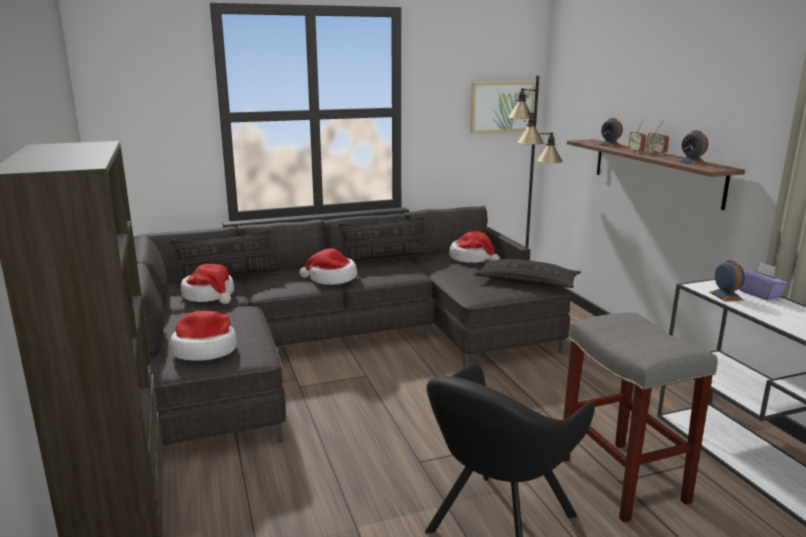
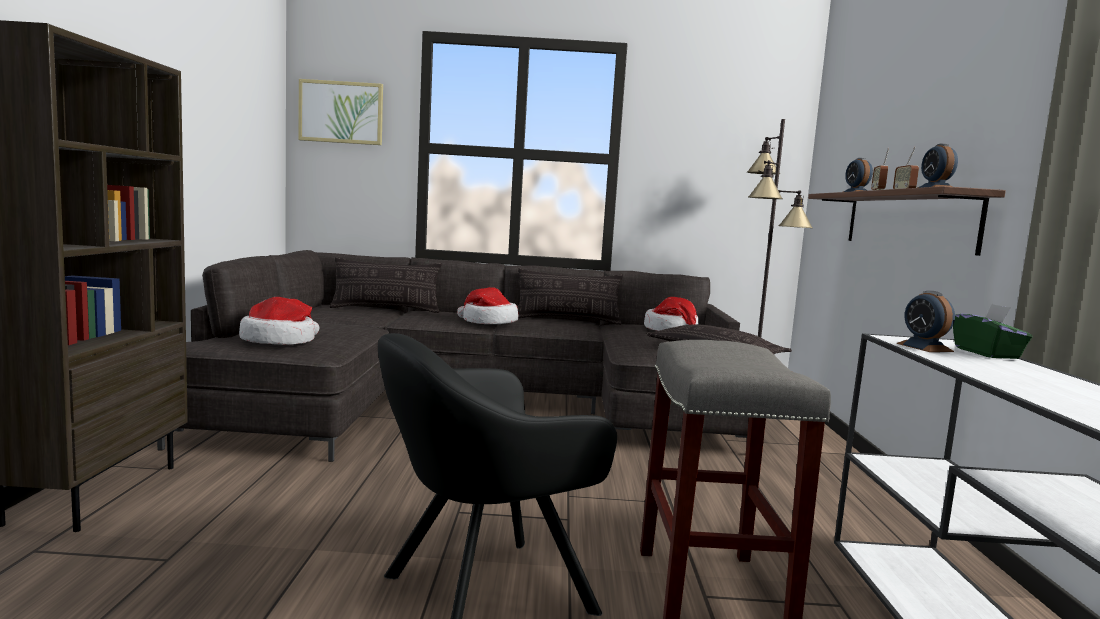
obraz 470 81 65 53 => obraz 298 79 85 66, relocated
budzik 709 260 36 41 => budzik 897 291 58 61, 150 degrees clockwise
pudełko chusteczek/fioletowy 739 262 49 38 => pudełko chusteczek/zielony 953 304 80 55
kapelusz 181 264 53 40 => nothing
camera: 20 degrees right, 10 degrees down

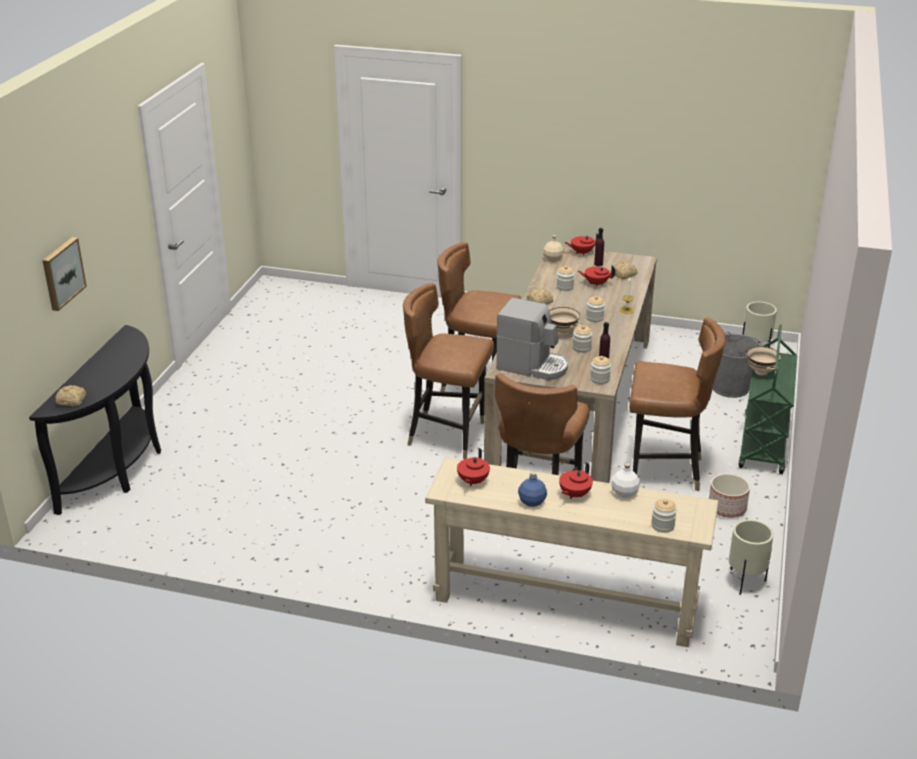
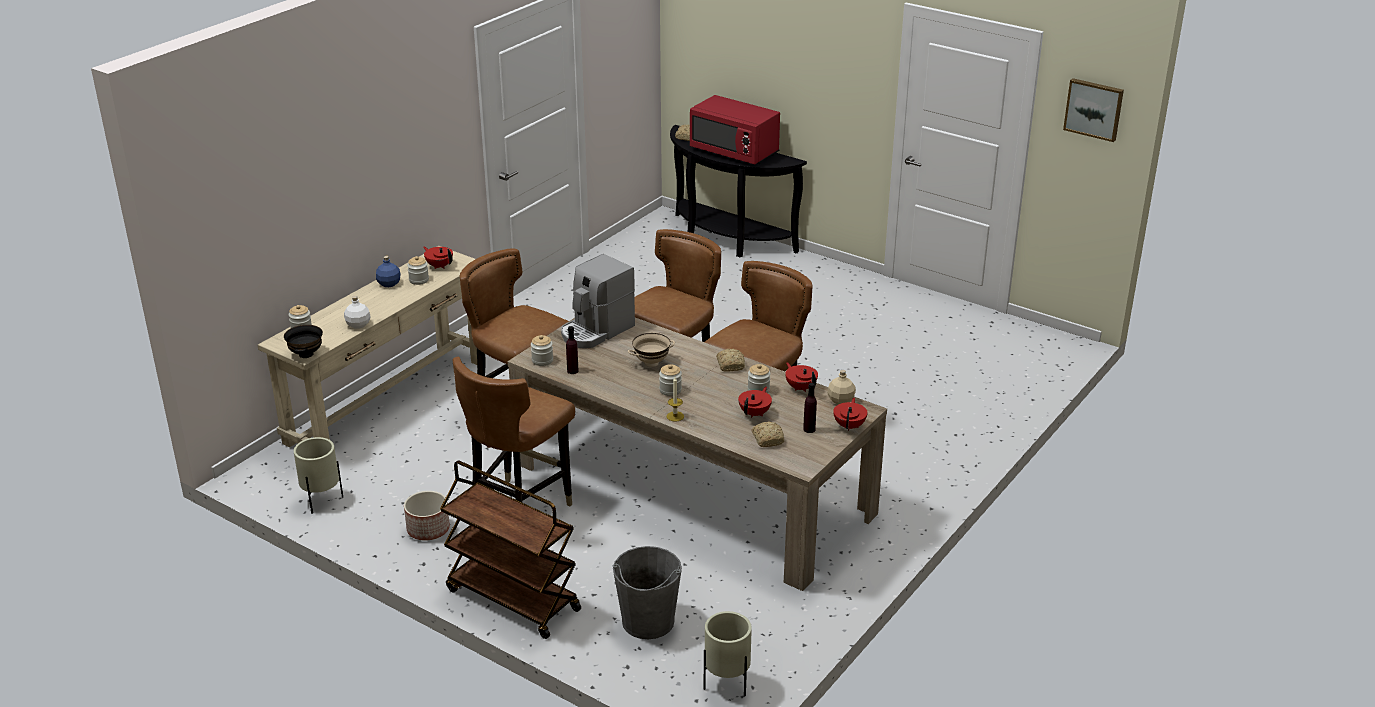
nothing => miska/czarny 284 325 39 33
słoik 573 325 20 28 => słoik 407 256 22 29, relocated
wózek/zielony 739 324 59 150 => wózek/brązowy 440 460 141 179
nothing => mikrofalówka/czerwony 690 95 90 69
imbryk/czerwony 559 462 34 37 => imbryk/czerwony 785 362 33 30, relocated
obraz 42 237 45 74 => obraz 1063 78 61 64, relocated
miska/beżowy 747 346 34 30 => nothing
camera: 110 degrees right, 0 degrees up

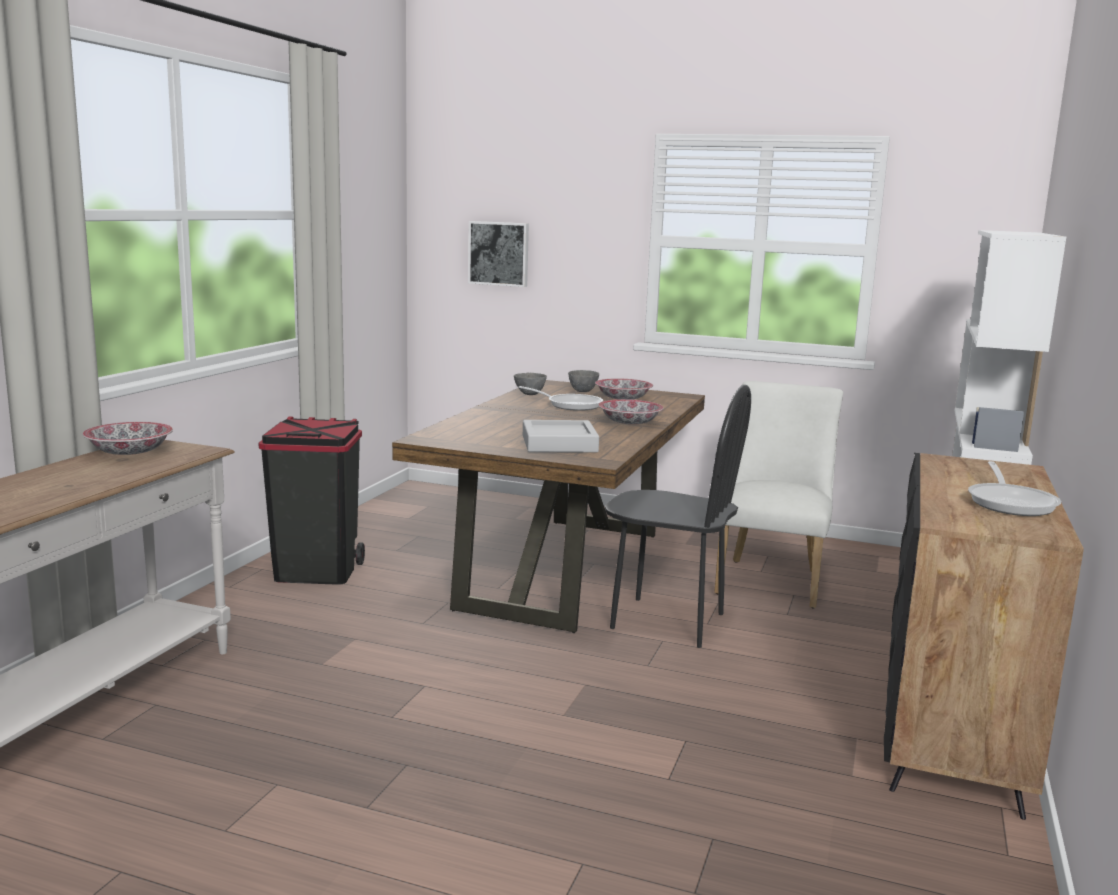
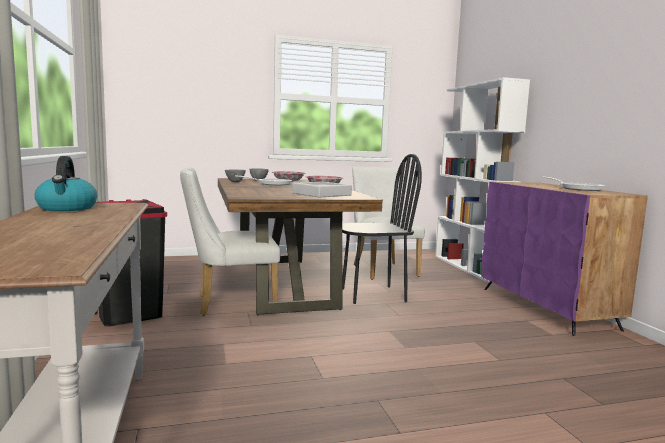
miska 82 422 91 33 => czajnik 35 156 62 55
nothing => krzesło/biały 180 167 101 149
szafka/czarny 884 453 200 367 => szafka/fioletowy 481 182 167 154
obraz 468 221 61 66 => nothing
camera: 35 degrees left, 5 degrees down

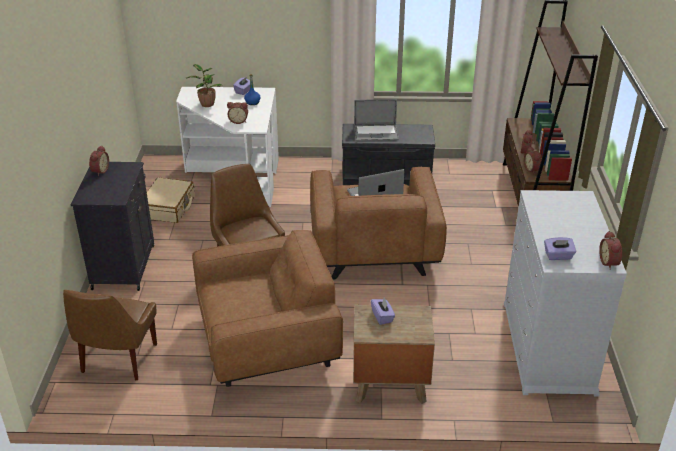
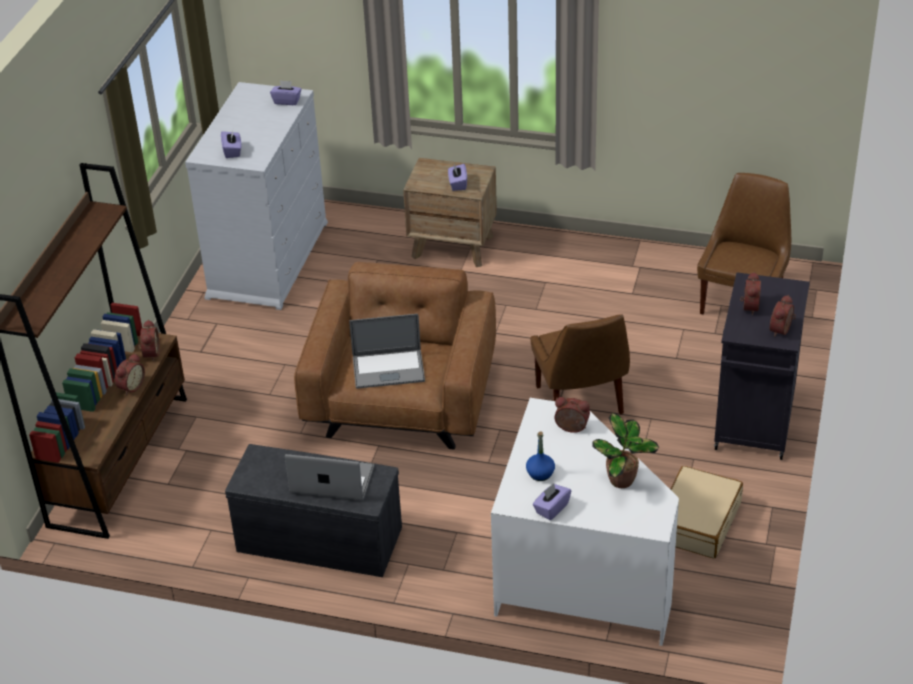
nothing => pudełko chusteczek/fioletowy 221 131 20 27
budzik 599 231 23 39 => budzik 740 272 21 43, relocated
fotel/brązowy 192 230 151 157 => nothing
camera: 165 degrees left, 5 degrees up

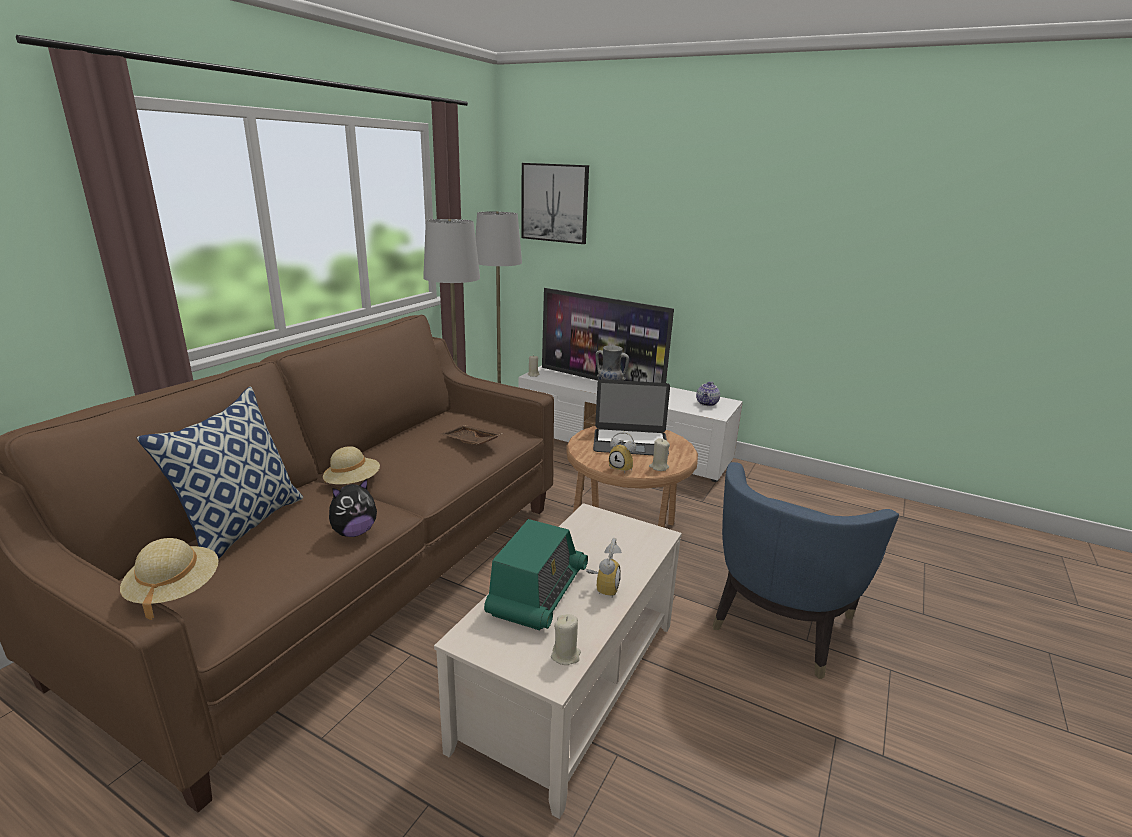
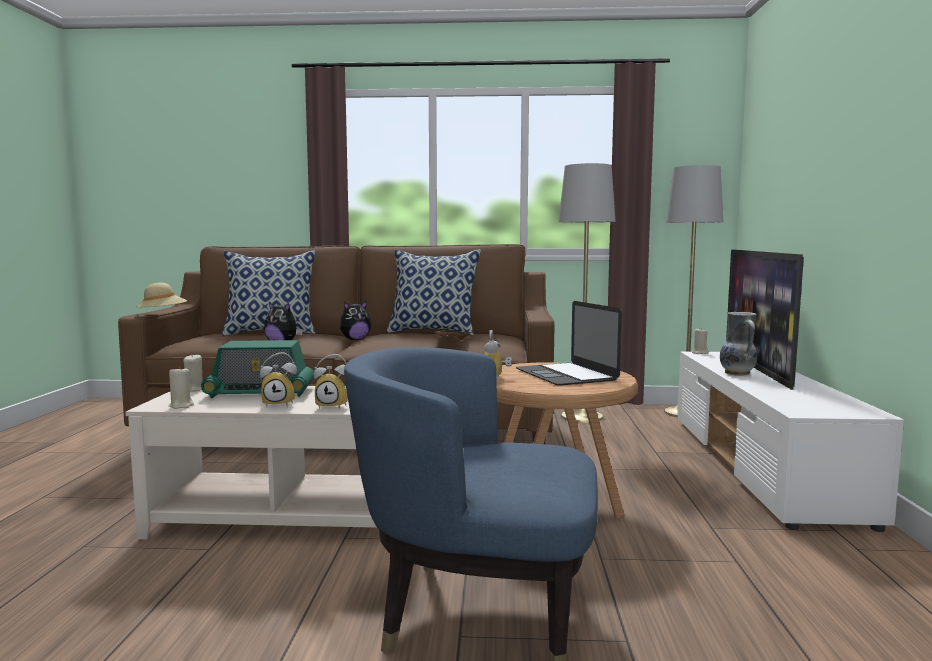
świeca/beżowy 649 438 21 33 => świeca/beżowy 183 355 20 37, relocated
nothing => budzik 314 354 34 55
kapelusz/beżowy 323 446 57 38 => pluszak 340 301 31 39
nothing => poduszka 387 249 94 86
obraz 521 163 68 81 => nothing
imbryk 696 382 24 24 => nothing
camera: 65 degrees right, 15 degrees down

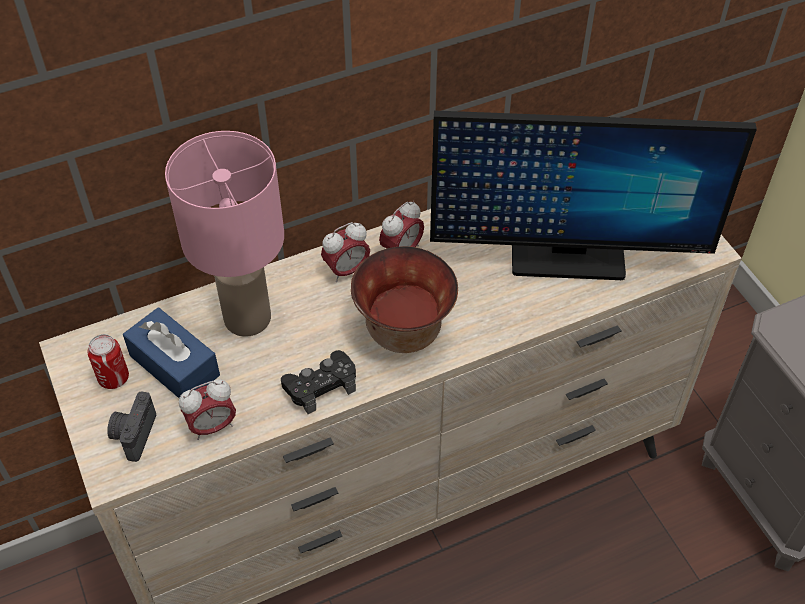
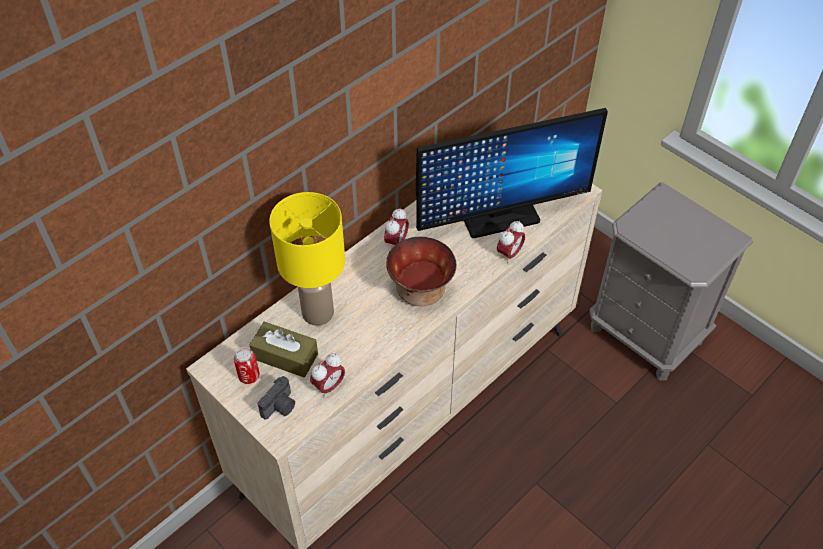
pudełko chusteczek/niebieski 123 307 97 91 => pudełko chusteczek/brązowy 249 321 69 56
aparat fotograficzny 107 391 49 71 => aparat fotograficzny 258 376 37 44, 135 degrees counterclockwise
lampa stołowa/różowy 165 131 119 206 => lampa stołowa/żółty 269 192 76 134
budzik 321 222 49 60 => budzik 497 221 28 42, relocated
pad do gier/czarny 281 350 75 64 => nothing
camera: 20 degrees left, 0 degrees up

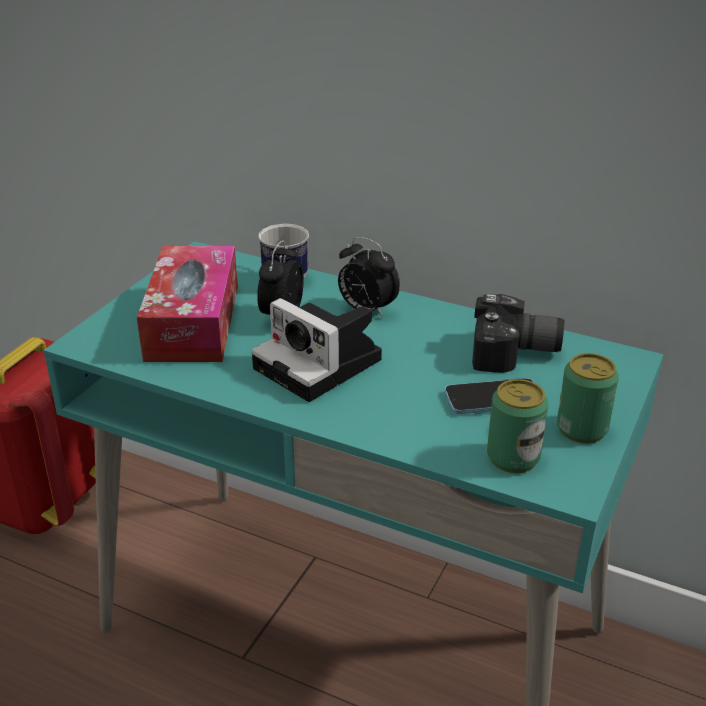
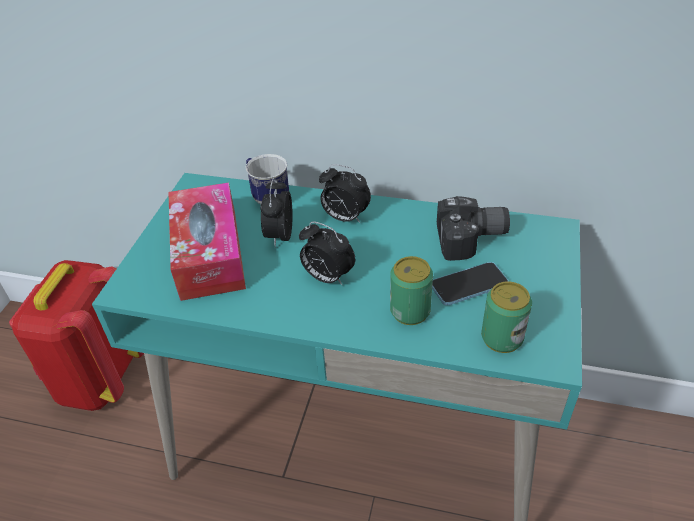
aparat fotograficzny 251 298 131 104 => budzik 299 221 56 65
puszka 557 353 62 91 => puszka 390 256 43 69, relocated
camera: 10 degrees left, 10 degrees up

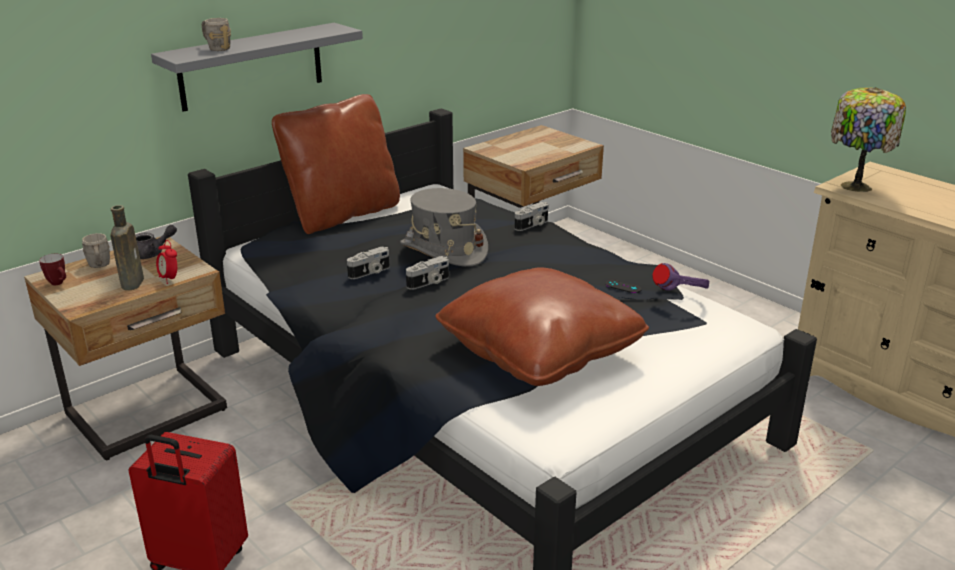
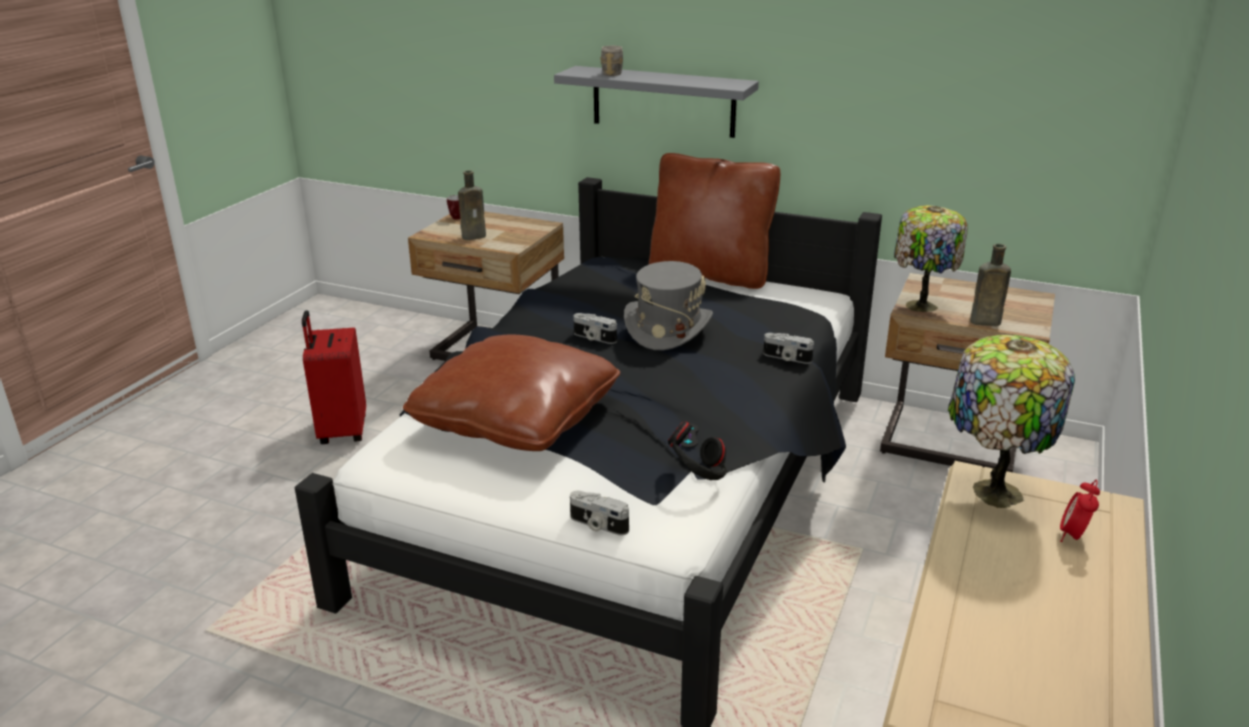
aparat fotograficzny 347 246 43 33 => aparat fotograficzny 570 491 59 44, relocated
słuchawki/fioletowy 652 263 57 28 => słuchawki/czarny 668 422 59 58
nothing => lampa stołowa 894 205 74 107
nothing => butelka/brązowy 970 244 41 82
budzik 156 240 21 44 => budzik 1060 479 40 63, relocated
kubek/szary 82 233 28 35 => nothing
imbryk/szary 135 225 42 34 => nothing
camera: 65 degrees right, 0 degrees up

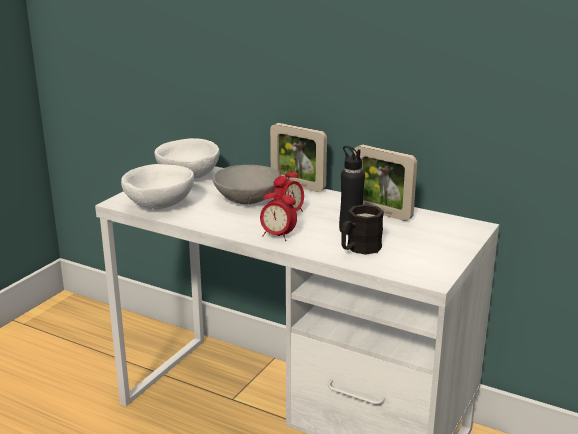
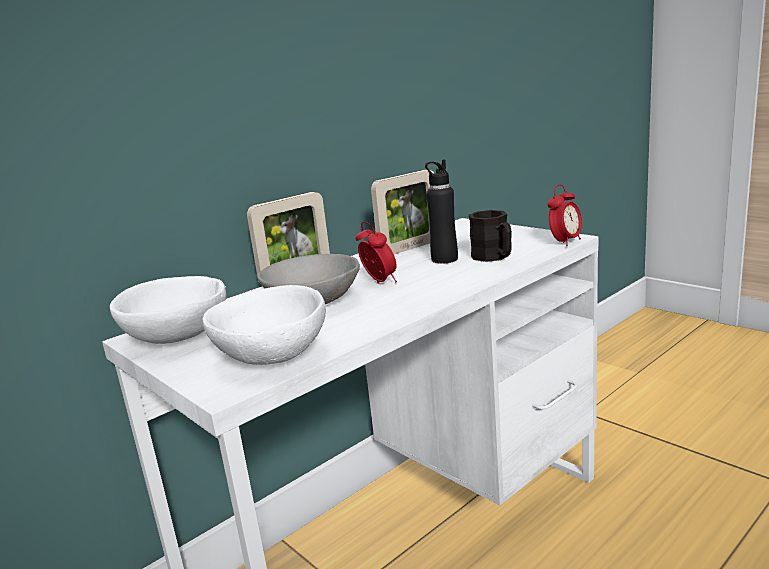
budzik 260 185 37 56 => budzik 547 184 35 62, relocated
camera: 70 degrees left, 5 degrees down

